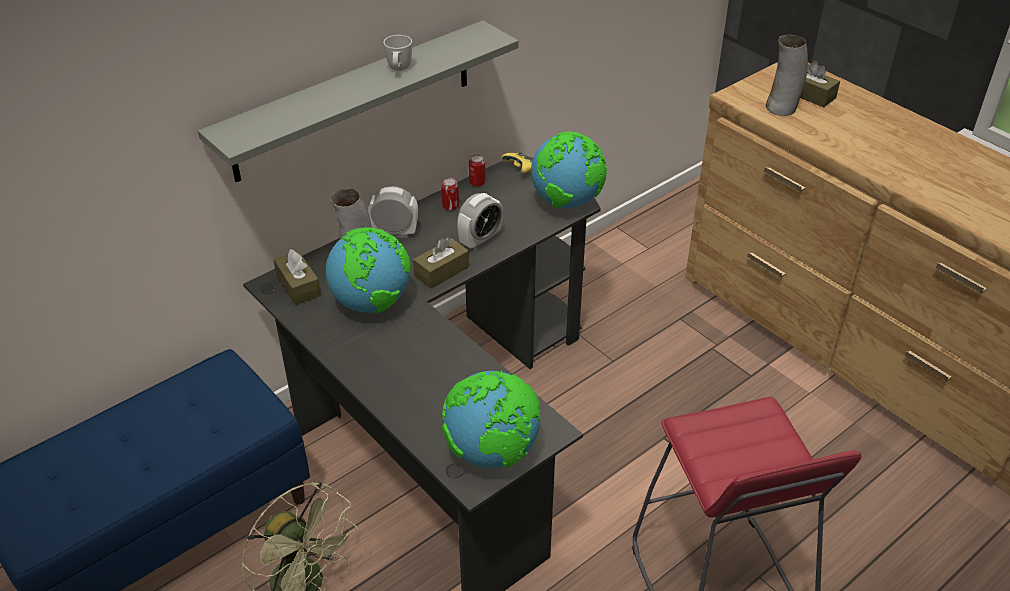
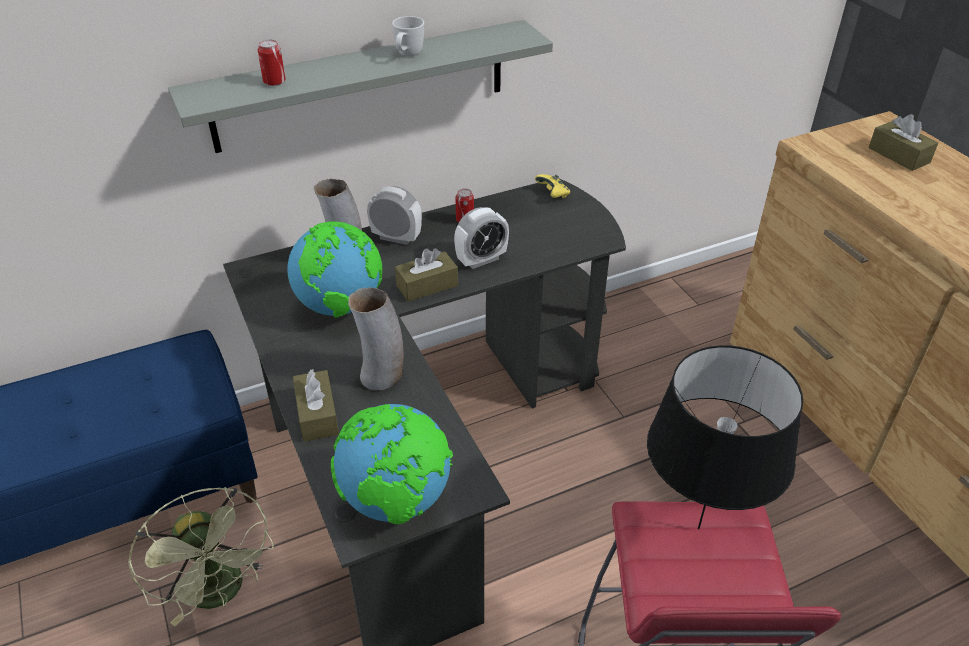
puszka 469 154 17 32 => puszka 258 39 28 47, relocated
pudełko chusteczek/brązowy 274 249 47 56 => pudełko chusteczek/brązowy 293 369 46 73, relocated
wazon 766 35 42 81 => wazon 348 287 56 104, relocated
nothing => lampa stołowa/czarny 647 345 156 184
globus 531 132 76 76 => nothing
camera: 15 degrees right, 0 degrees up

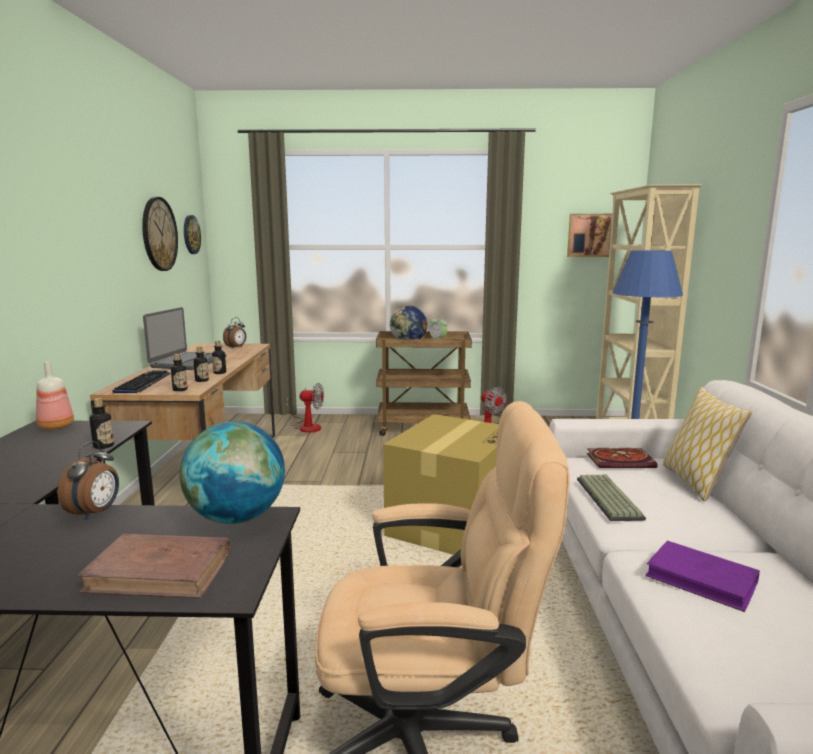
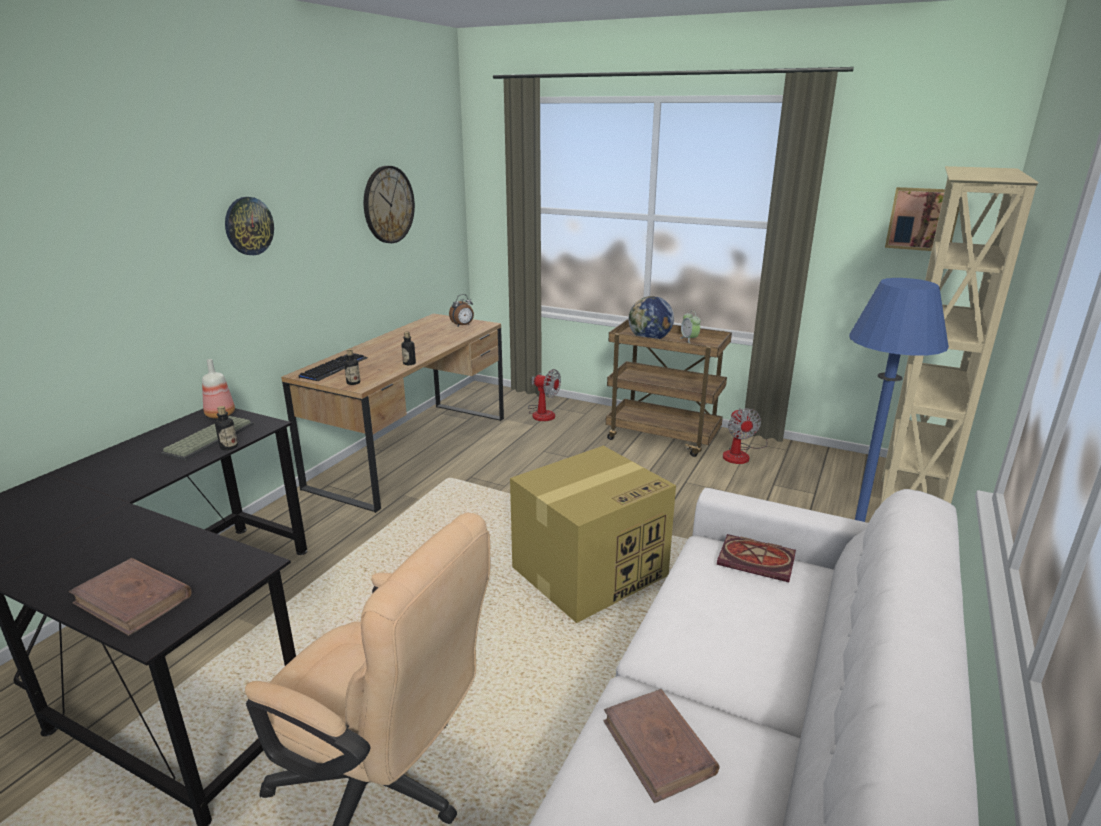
klawiatura 577 475 69 46 => klawiatura 161 416 93 45, relocated
zegar ścienny 184 215 17 39 => zegar ścienny 225 197 49 58, relocated
książka/fioletowy 645 541 115 71 => książka/brązowy 603 689 116 114
budzik 58 441 61 79 => nothing
laptop 143 307 84 63 => nothing
globus 179 421 106 103 => nothing
butelka 194 347 15 35 => nothing
poduszka 663 387 89 115 => nothing
camera: 25 degrees right, 10 degrees up

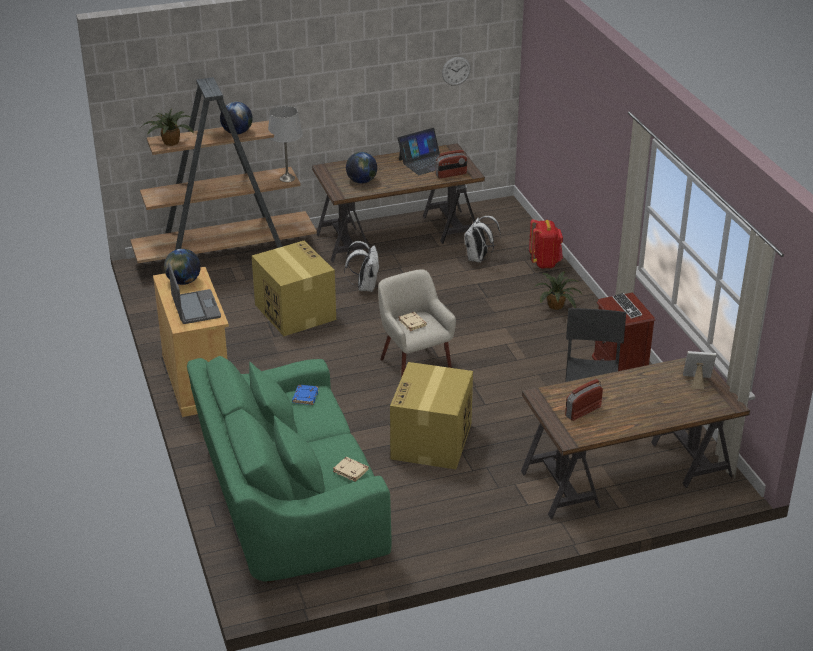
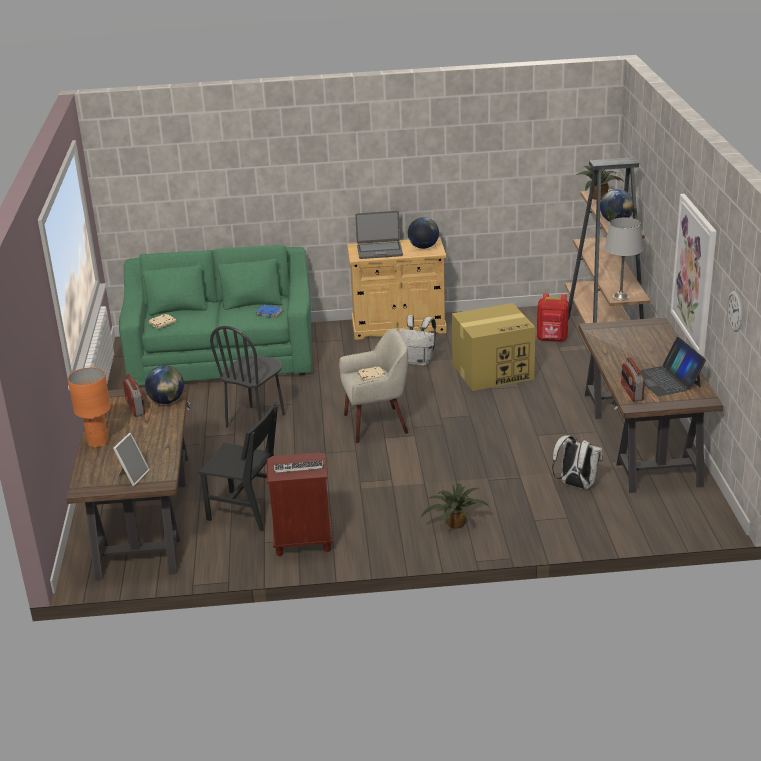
nothing => lampa stołowa/pomarańczowy 68 367 43 81
globus 346 152 31 32 => globus 145 366 39 38, relocated
karton 390 362 83 107 => krzesło/czarny 210 326 75 102
plecak/biały 344 241 36 51 => plecak/biały 398 315 38 51, relocated
plecak/czerwony 529 219 34 49 => plecak/czerwony 537 293 32 49, relocated
nothing => obraz 670 194 47 162
camera: 105 degrees right, 5 degrees down

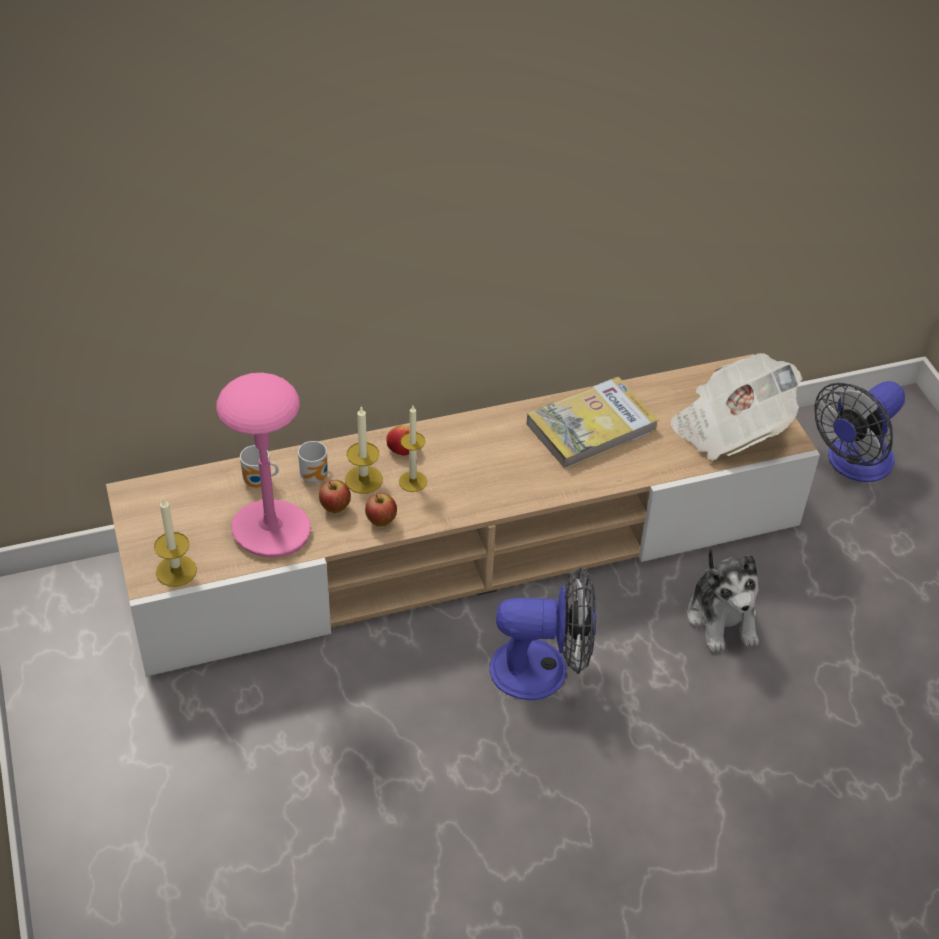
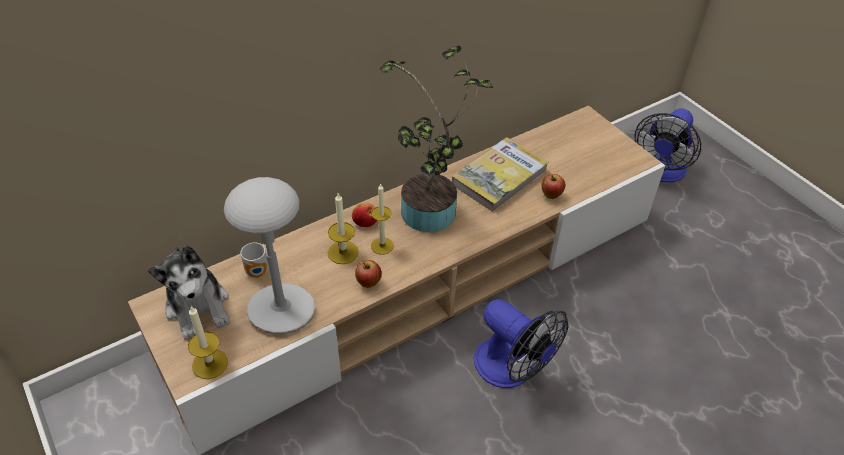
pluszak 687 547 72 105 => pluszak 148 245 82 95, relocated
lampa stołowa/różowy 216 373 95 185 => lampa stołowa/szary 224 177 91 157
nothing => roślina doniczkowa 380 46 113 186
wentylator 490 567 107 134 => wentylator 474 299 95 89, 60 degrees clockwise
jabłko 319 480 32 33 => jabłko 542 174 23 25, relocated
kubek 298 441 30 42 => nothing
gazeta 671 353 131 108 => nothing
camera: 15 degrees left, 0 degrees up

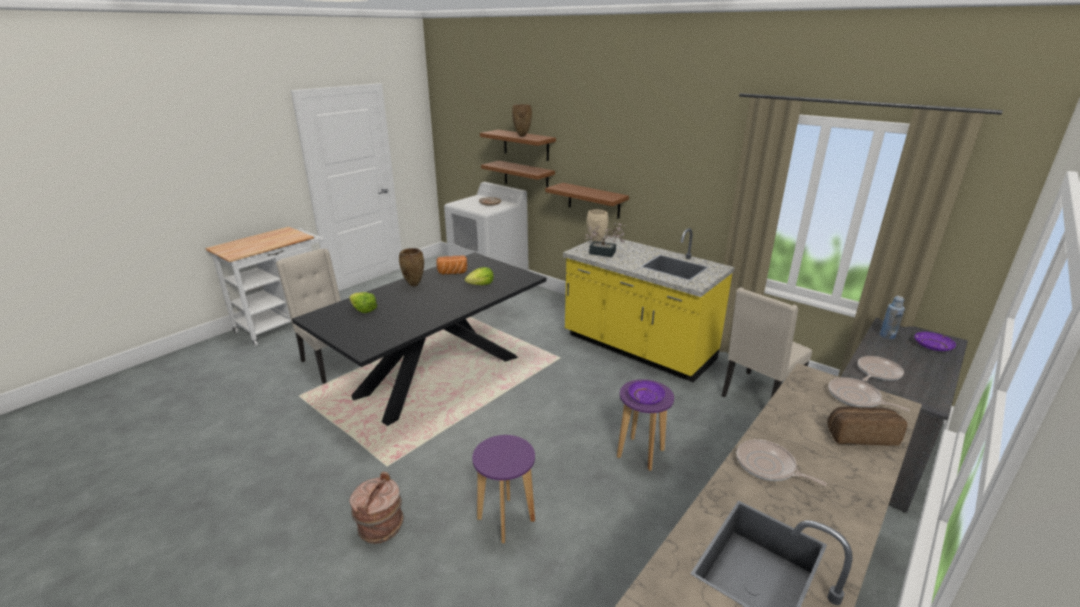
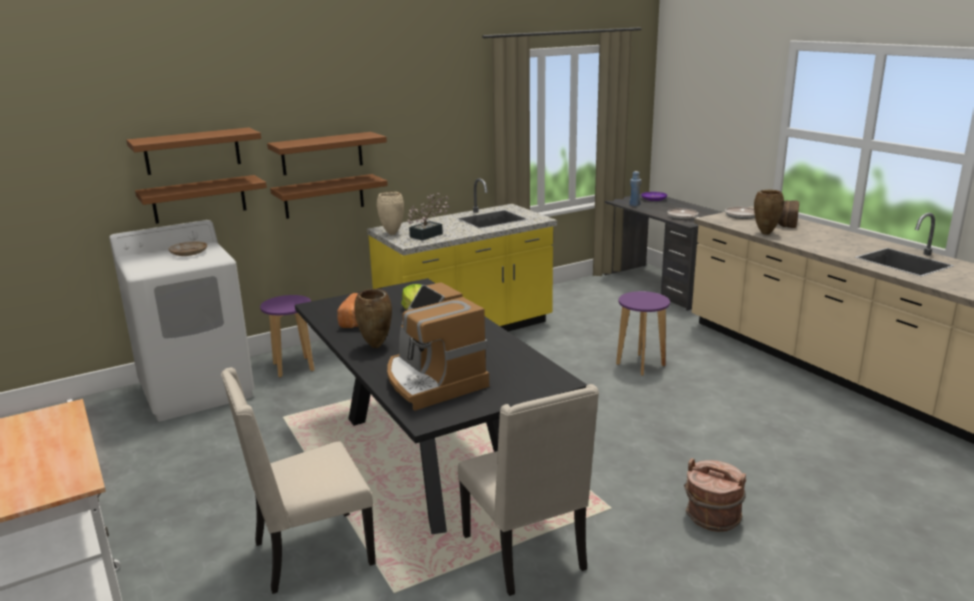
stołek/fioletowy 472 435 63 108 => stołek/fioletowy 260 295 54 83, relocated
nothing => półka/brązowy 267 132 120 43
sałata 349 292 28 21 => ekspres do kawy 387 282 102 129
krzesło/beżowy 722 287 90 111 => krzesło/beżowy 458 384 141 212, relocated
wazon/brązowy 512 104 20 33 => wazon/brązowy 754 190 30 45, relocated
talerz/fioletowy 628 381 37 24 => nothing
patelnia 737 439 90 47 => nothing
camera: 70 degrees left, 5 degrees down

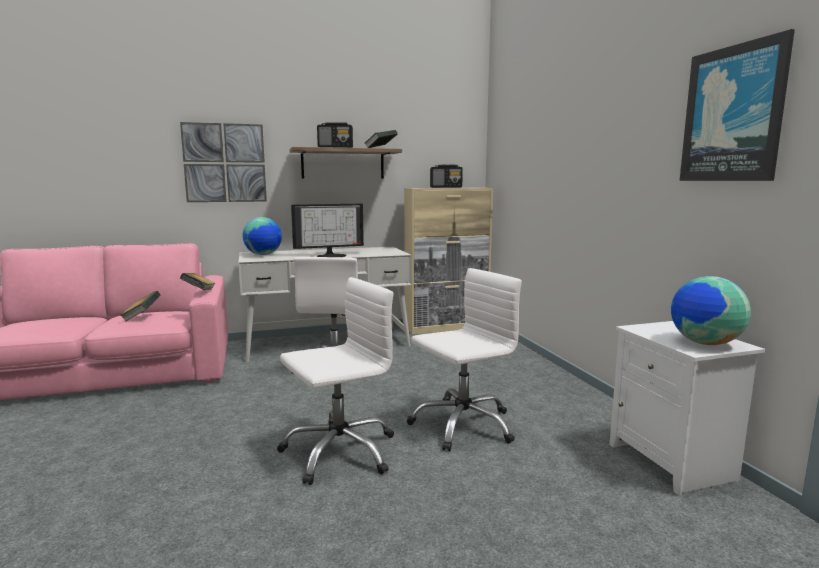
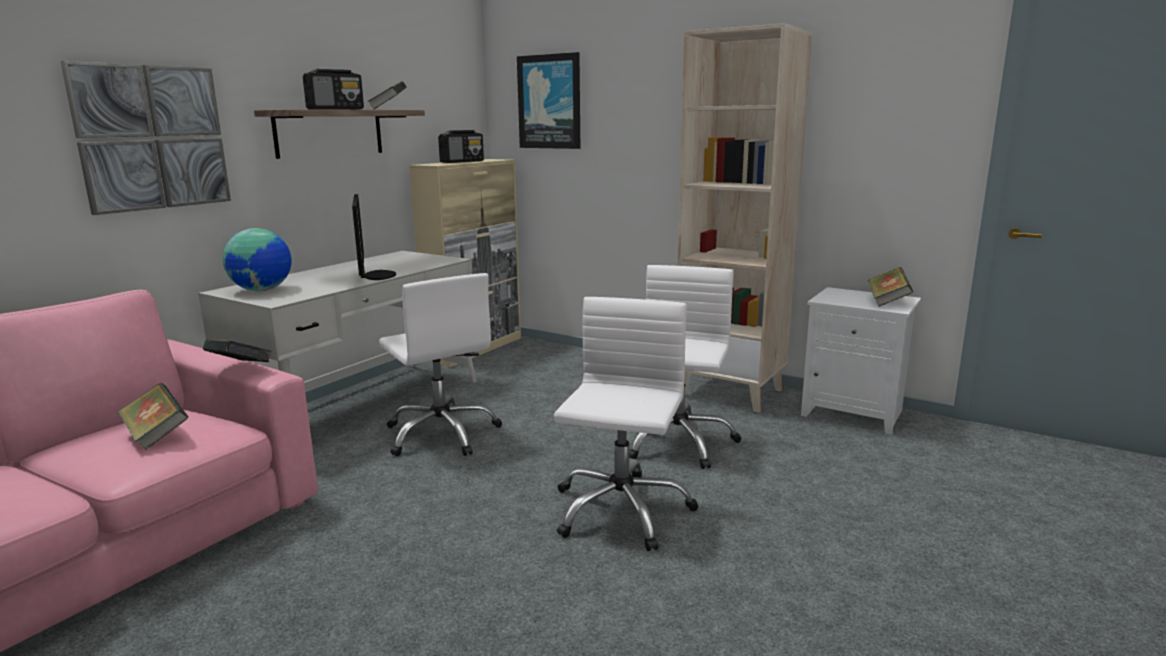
monitor 291 204 73 53 => monitor 352 194 44 86, 45 degrees counterclockwise
obraz 680 29 115 152 => obraz 517 52 63 97, relocated
nothing => regał/beżowy 678 23 134 390
globus 671 276 80 69 => książka 868 267 45 40
camera: 40 degrees left, 5 degrees up

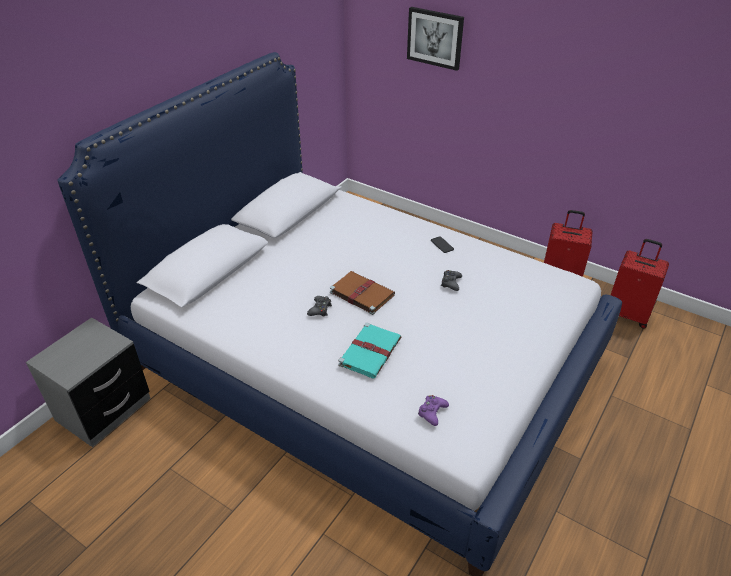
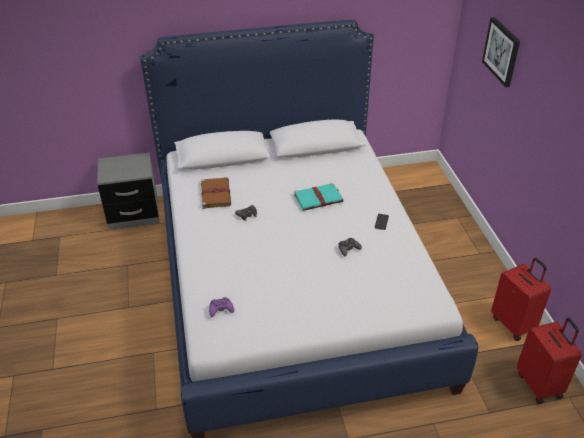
książka/brązowy 330 271 65 44 => książka/brązowy 201 177 30 32, relocated
książka/turkusowy 338 323 63 56 => książka/turkusowy 294 183 49 28, relocated
camera: 45 degrees right, 0 degrees up

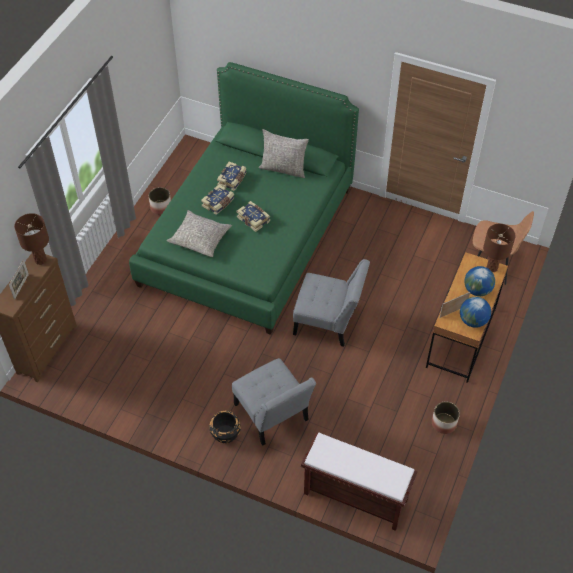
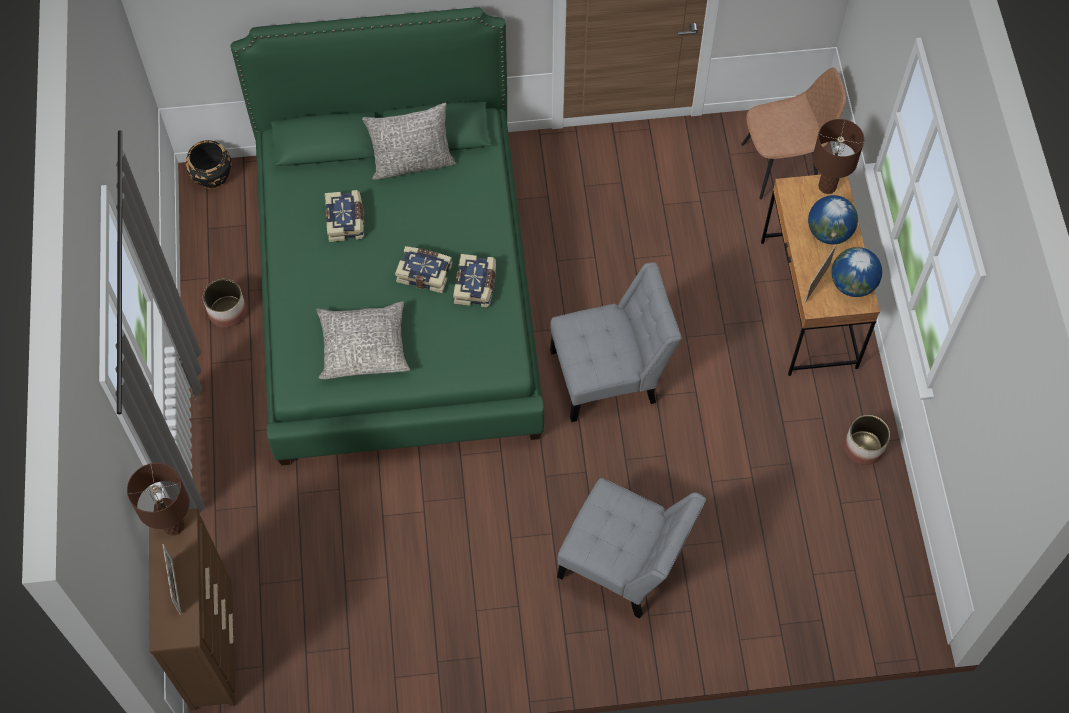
donica/czarny 209 411 32 33 => donica/czarny 186 140 46 49, relocated
książka 201 184 33 31 => książka 453 254 43 54, relocated
ławka/brązowy 301 433 116 98 => nothing
camera: 30 degrees left, 10 degrees up

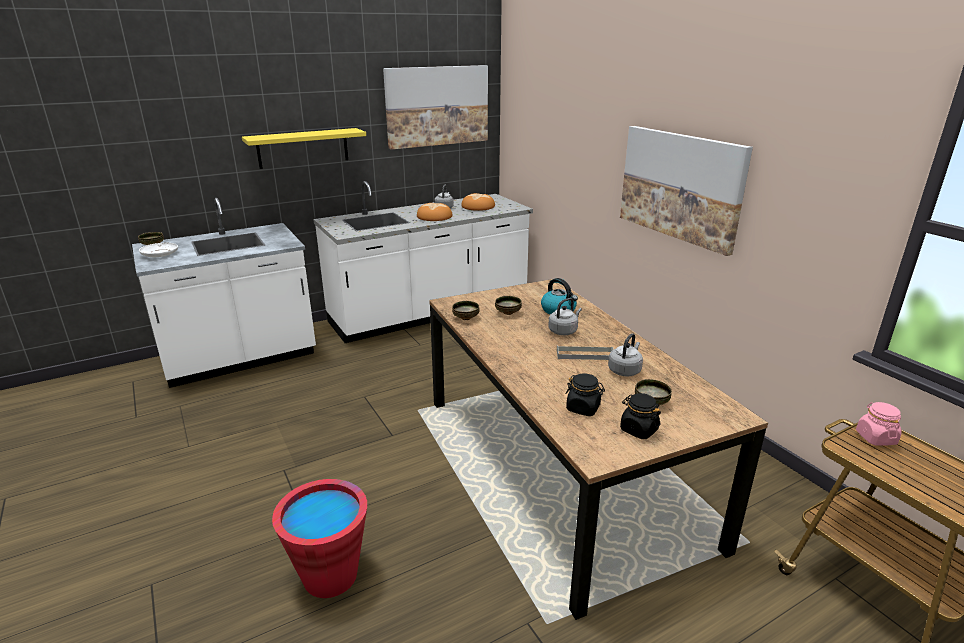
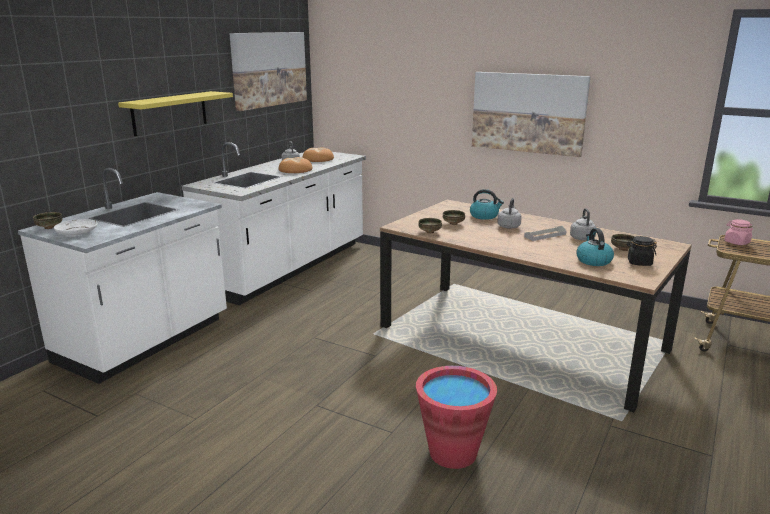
słoik/czarny 565 373 40 43 => czajnik 576 228 38 38
camera: 30 degrees left, 5 degrees down

